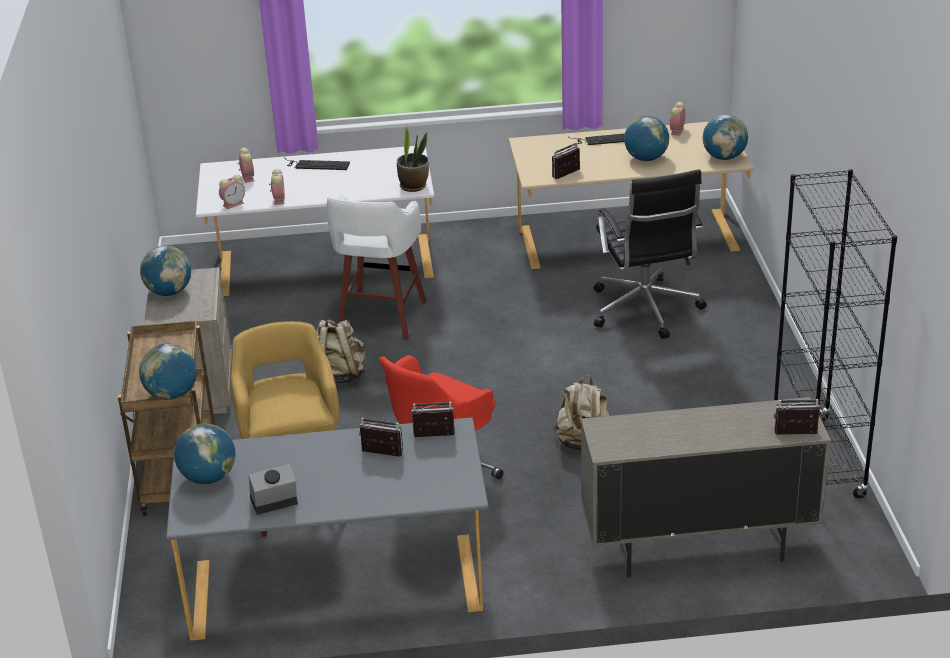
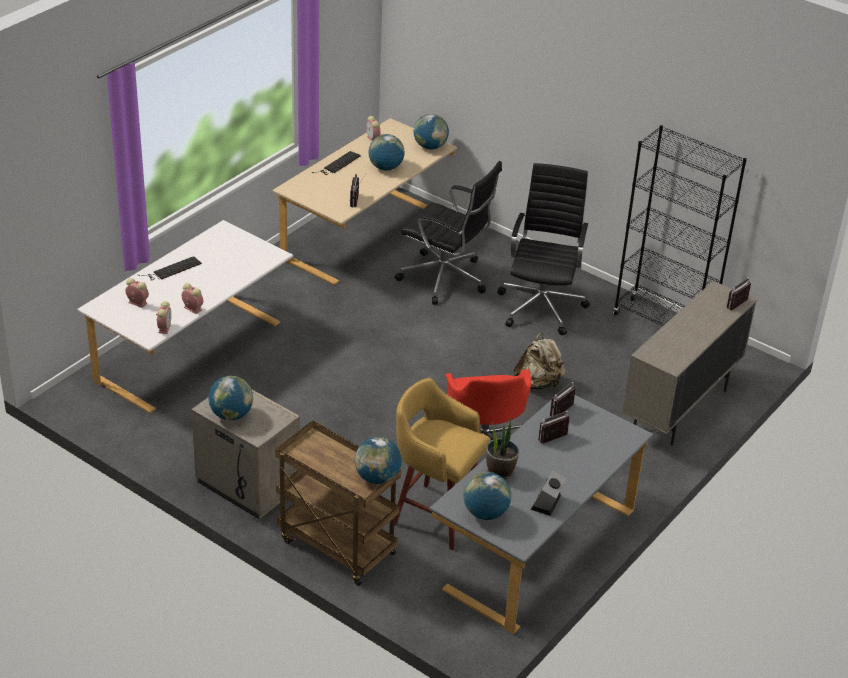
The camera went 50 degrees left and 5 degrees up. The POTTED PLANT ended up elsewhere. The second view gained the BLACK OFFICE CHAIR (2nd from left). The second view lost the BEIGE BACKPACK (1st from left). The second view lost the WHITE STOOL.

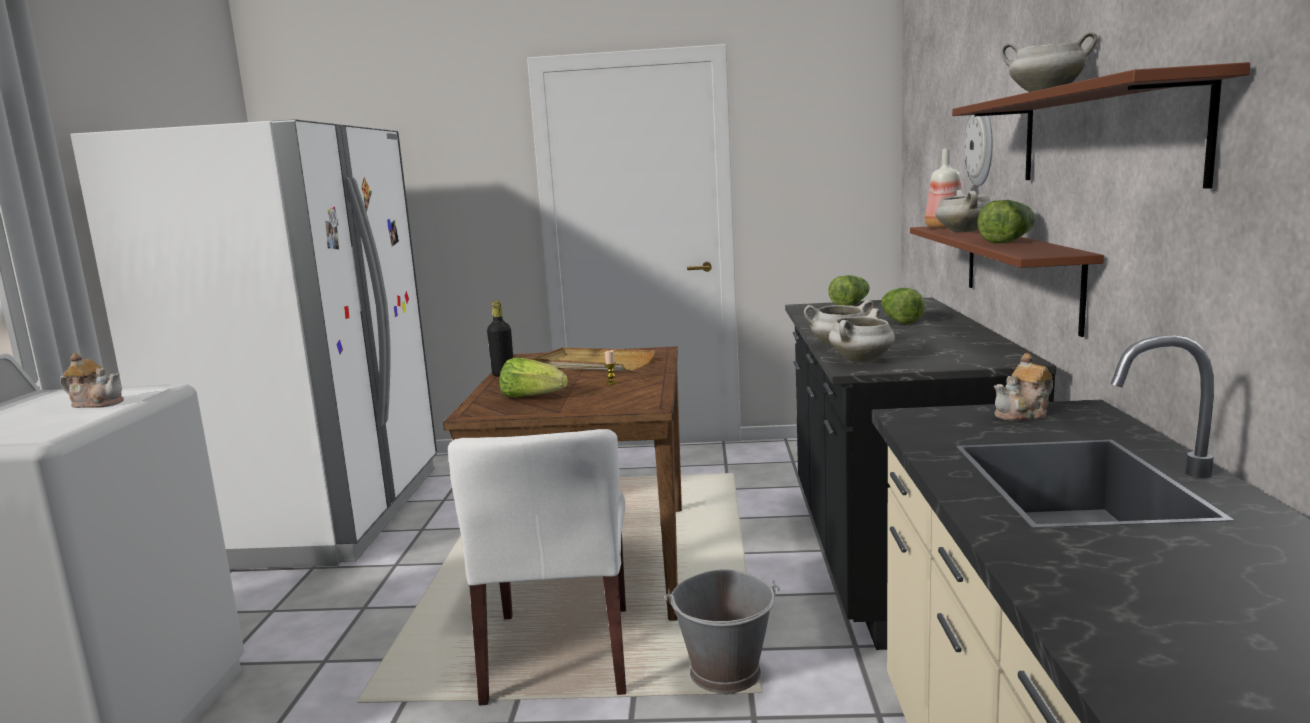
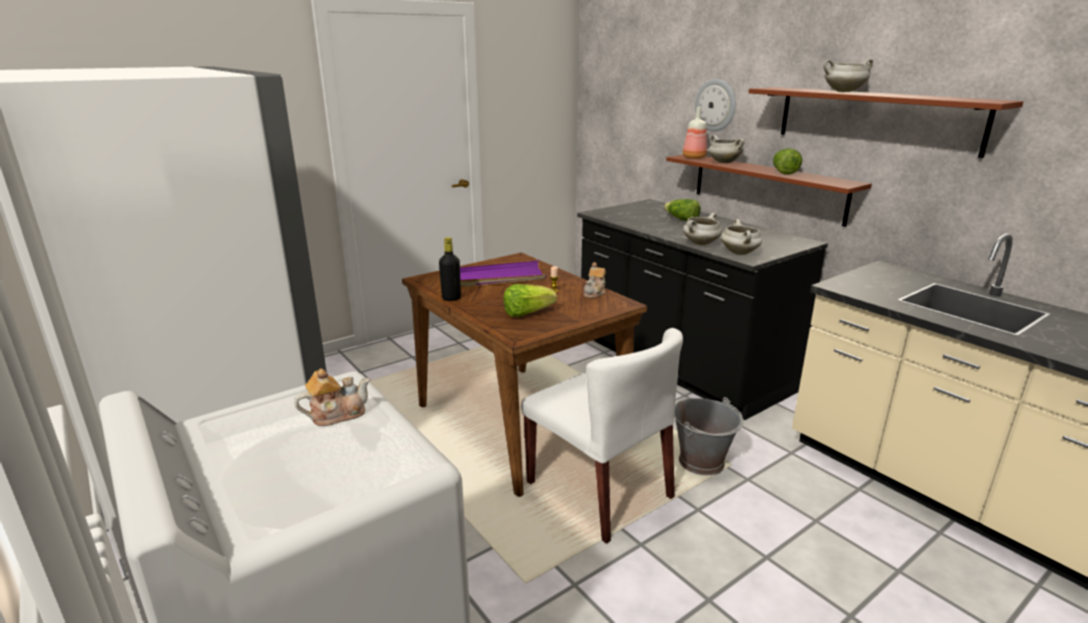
The camera went 40 degrees left and 10 degrees up. What was the BEIGE TRAY turned into the PURPLE TRAY. The TEAPOT (2nd from left) ended up elsewhere. The second view lost the LETTUCE (2nd from left).

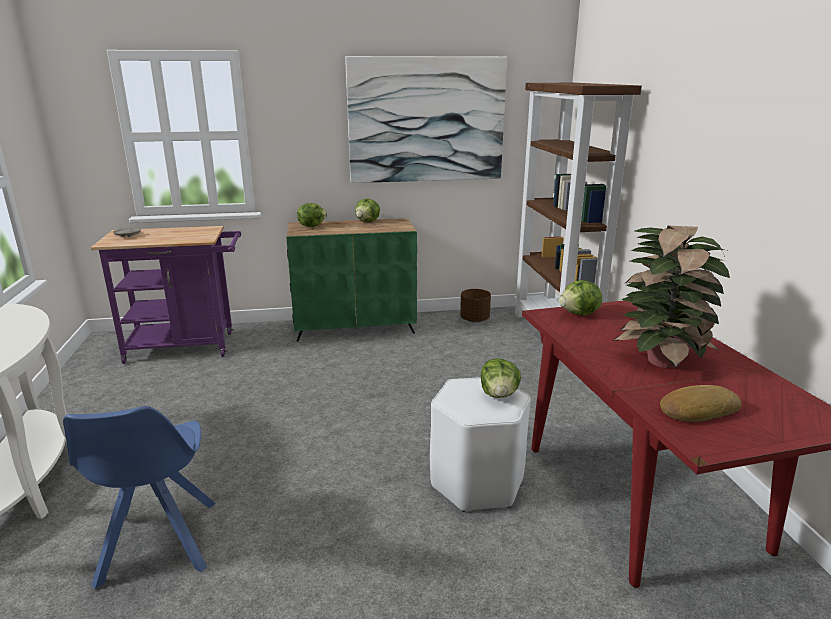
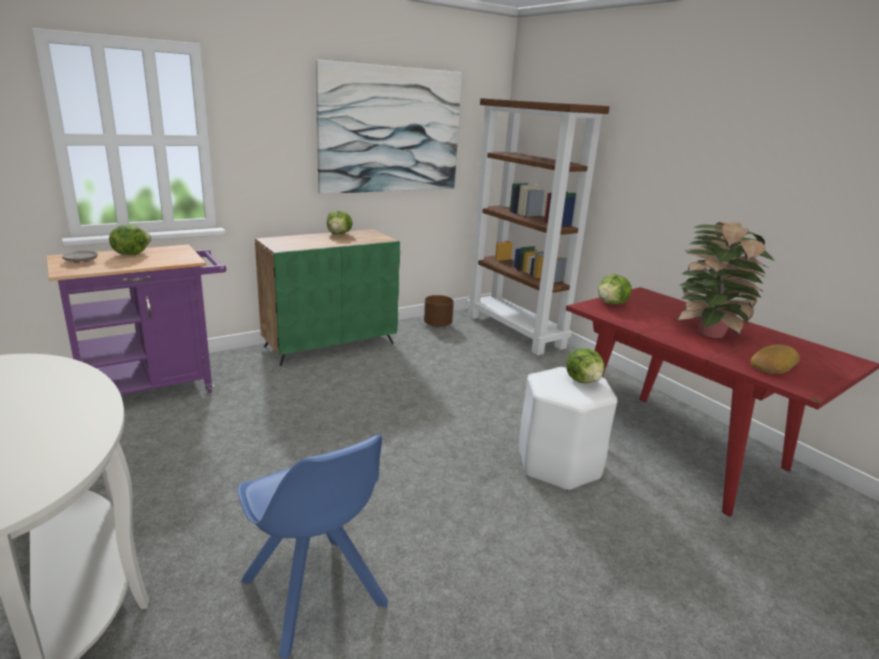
The camera went 25 degrees left and 0 degrees up. The LETTUCE (1st from left) ended up elsewhere.

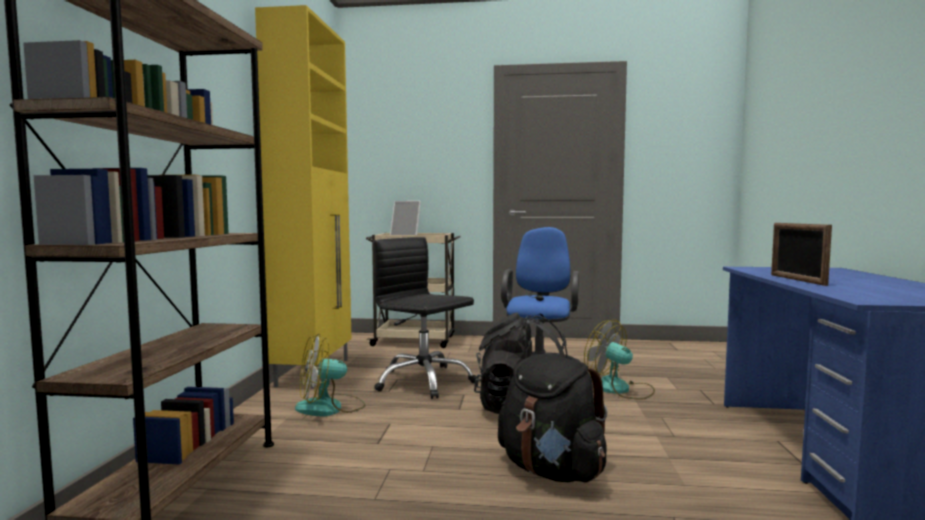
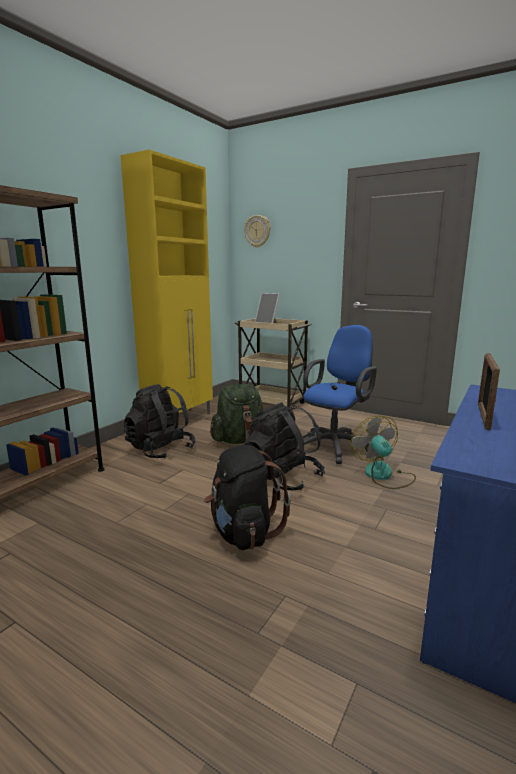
The camera went 25 degrees right and 10 degrees up. Where the FAN (1st from left) stood, the BLACK BACKPACK (1st from left) came to stand. Where the BLACK OFFICE CHAIR stood, the GREEN BACKPACK came to stand. The second view gained the WALL CLOCK.

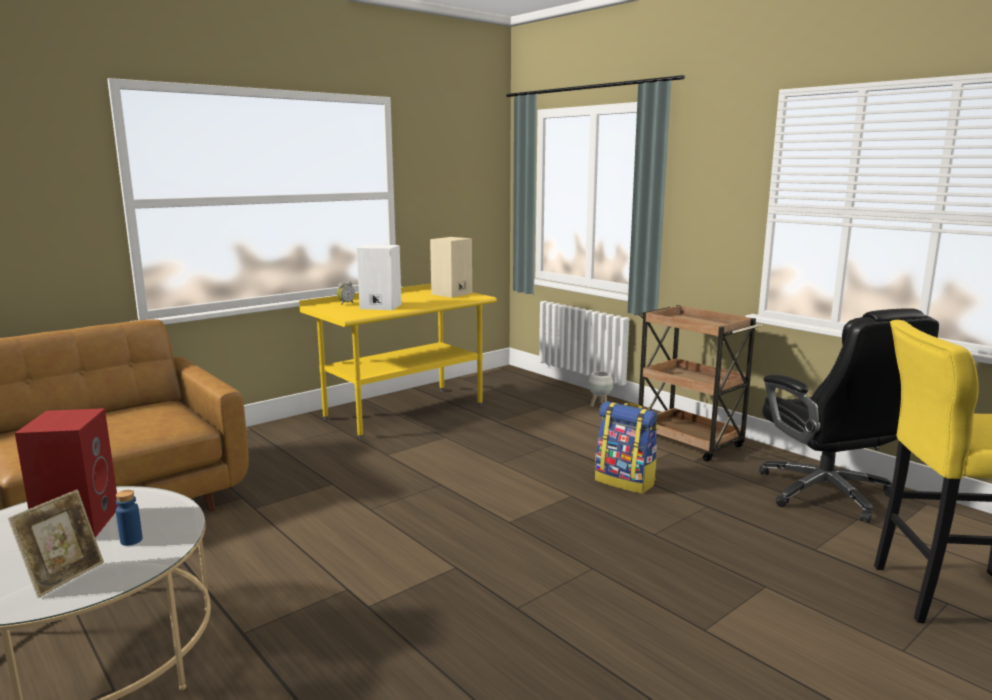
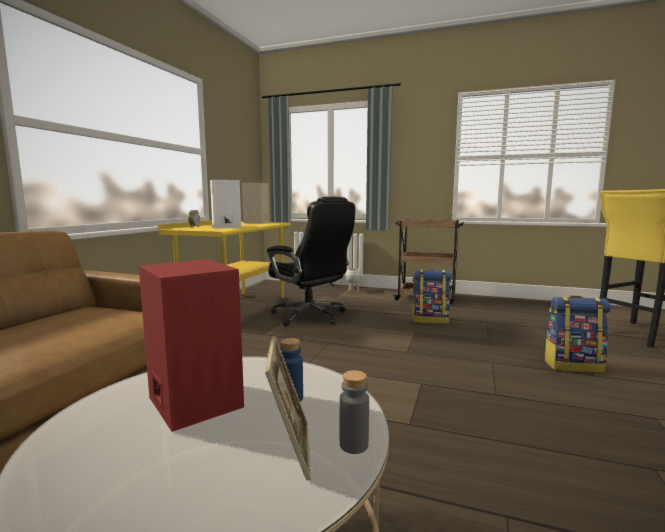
The camera went 30 degrees left and 5 degrees down. The BLACK OFFICE CHAIR ended up elsewhere. The second view gained the GREY BOTTLE. The second view gained the BACKPACK (2nd from left).

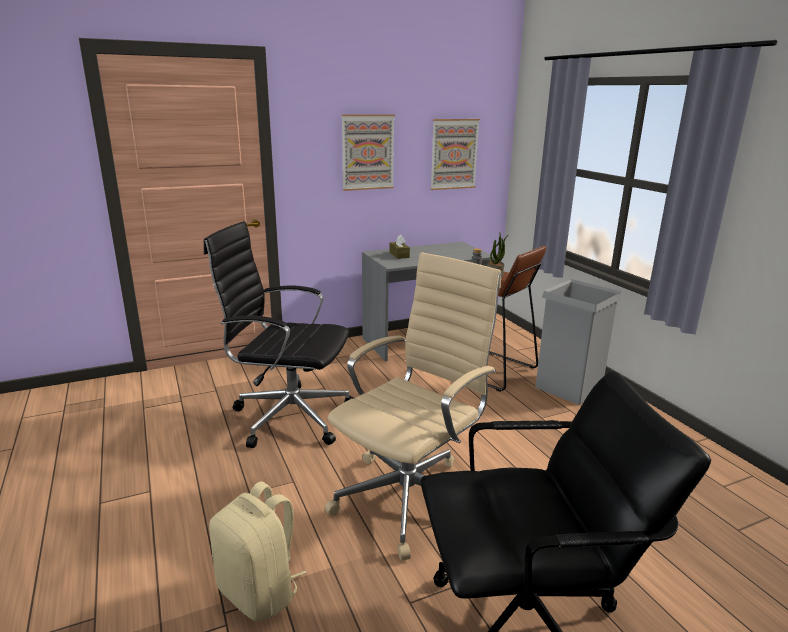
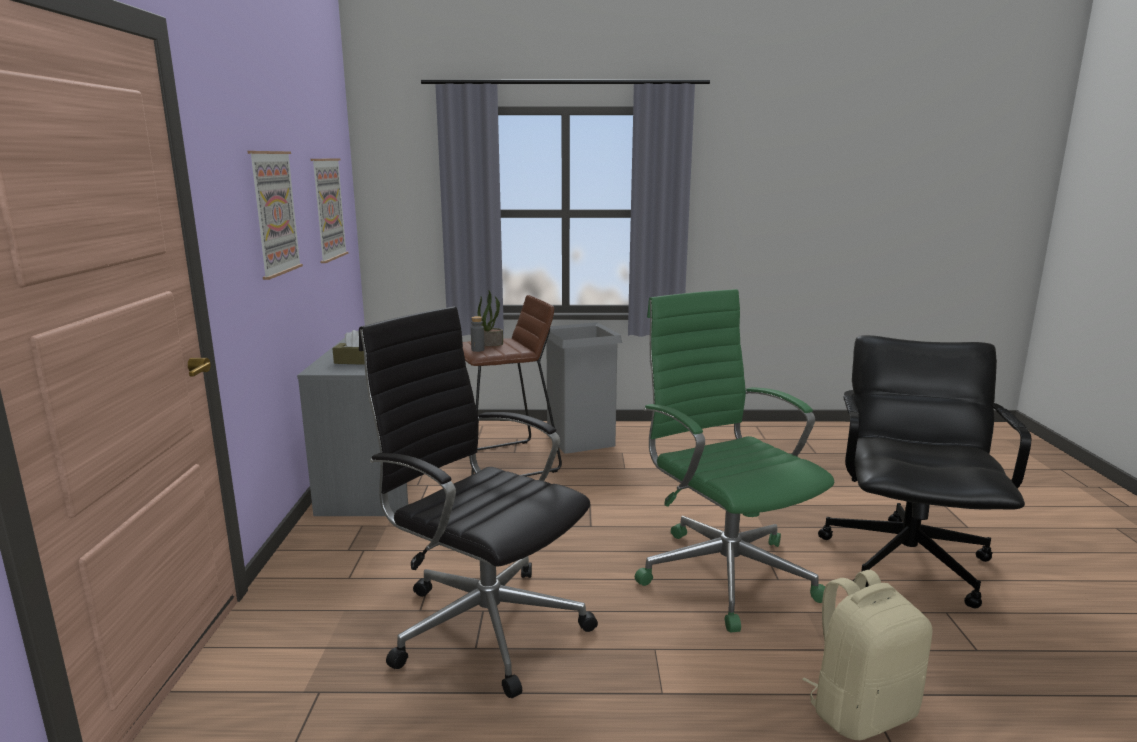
The camera went 65 degrees left and 5 degrees down. The BLACK OFFICE CHAIR (1st from left) ended up facing another way, 90 degrees clockwise from before. What was the BEIGE OFFICE CHAIR turned into the GREEN OFFICE CHAIR.

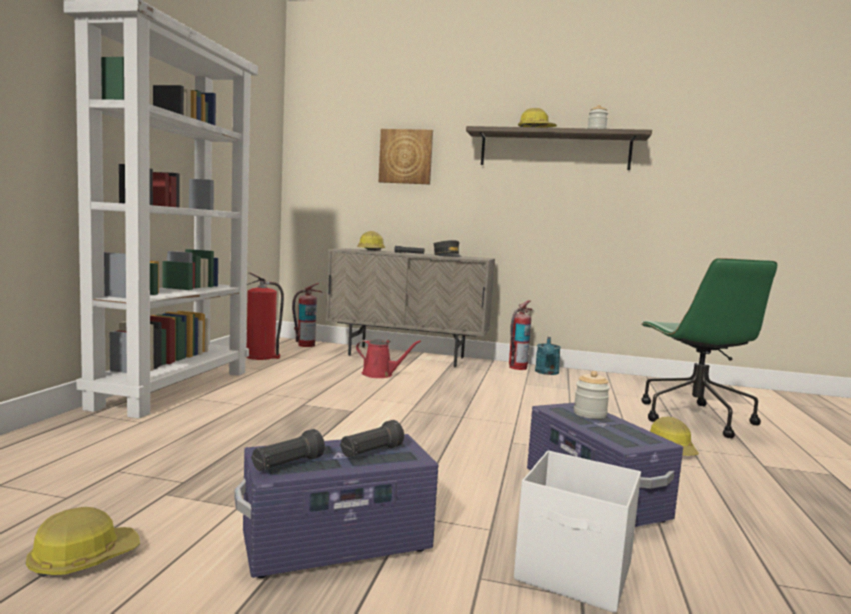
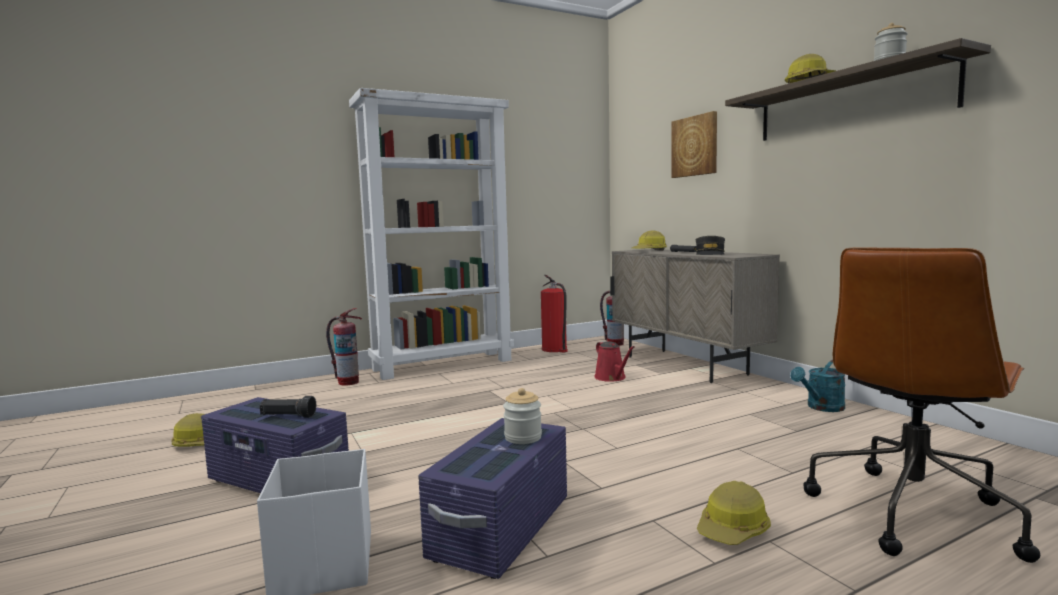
The camera went 50 degrees right and 0 degrees up. The FIRE EXTINGUISHER (3rd from left in the first image) ended up elsewhere. What was the GREEN OFFICE CHAIR turned into the BROWN OFFICE CHAIR. The second view lost the BLACK FLASHLIGHT (1st from left).

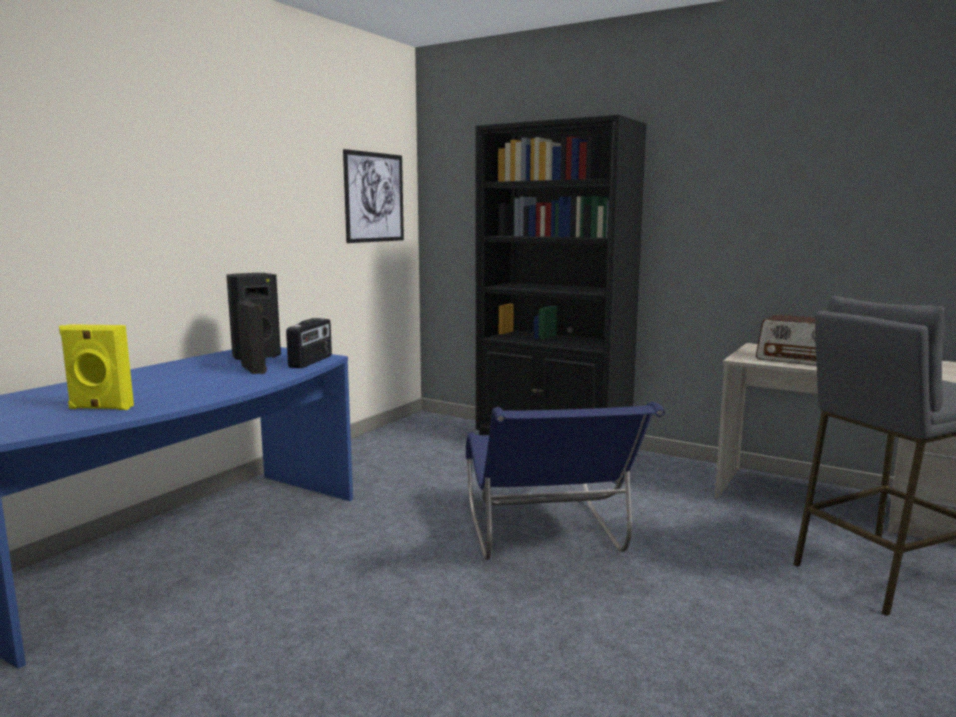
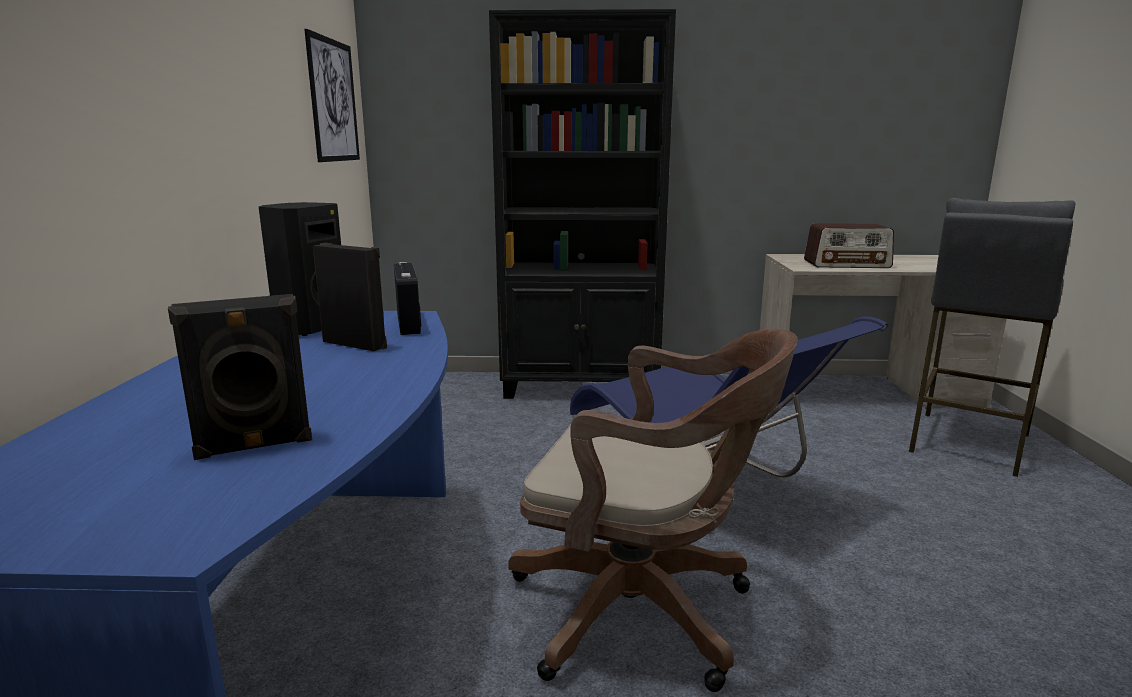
The camera went 30 degrees left and 5 degrees up. What was the YELLOW SPEAKER turned into the BLACK SPEAKER (1st from left). The second view gained the BROWN OFFICE CHAIR.

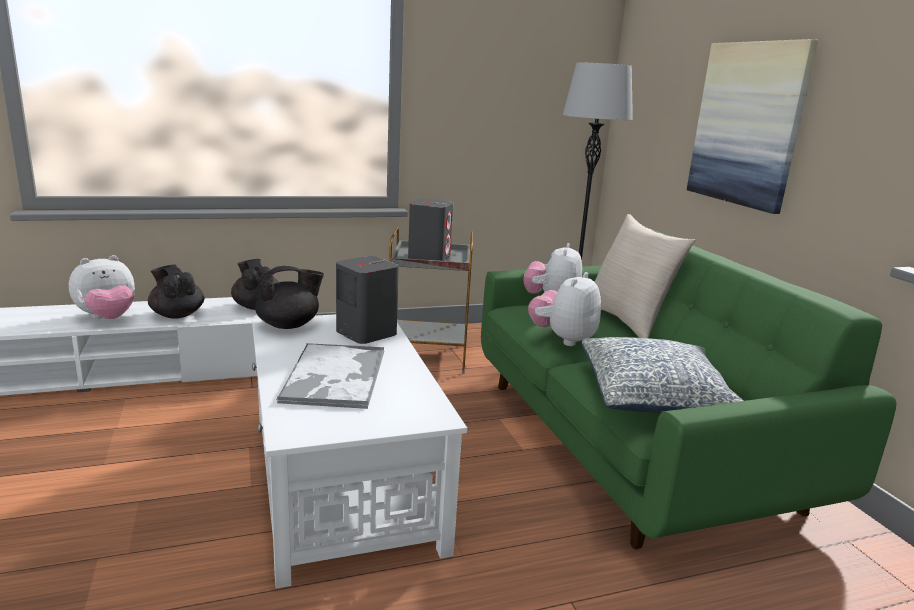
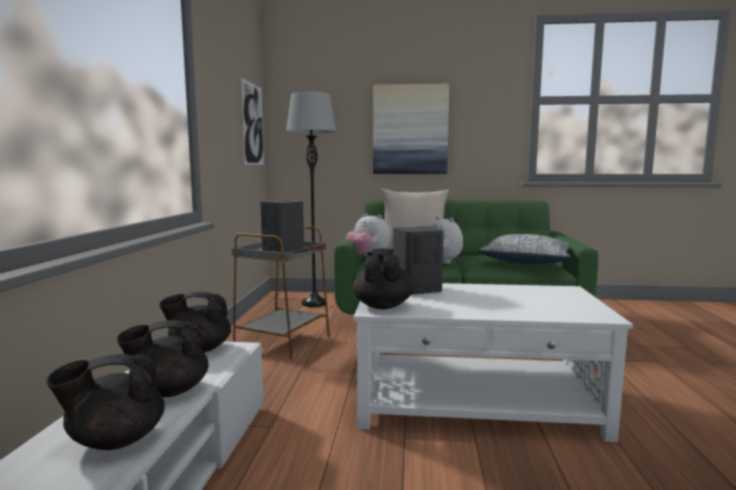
The camera went 65 degrees left and 10 degrees down. Where the PLUSH TOY (1st from left) stood, the BLACK TEAPOT (1st from left) came to stand. The second view gained the PICTURE (1st from left). The second view lost the TRAY.

